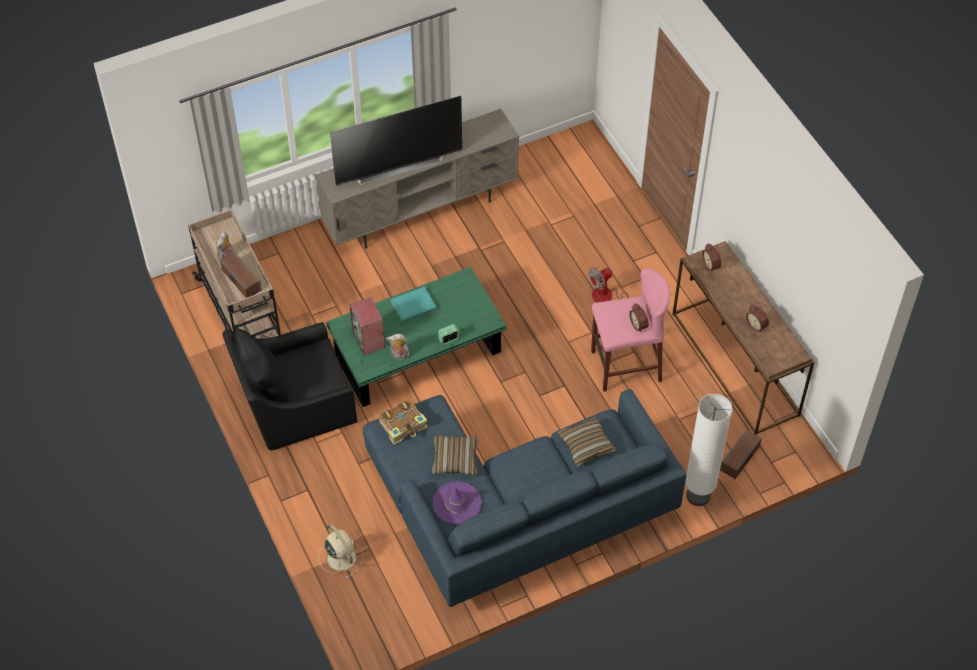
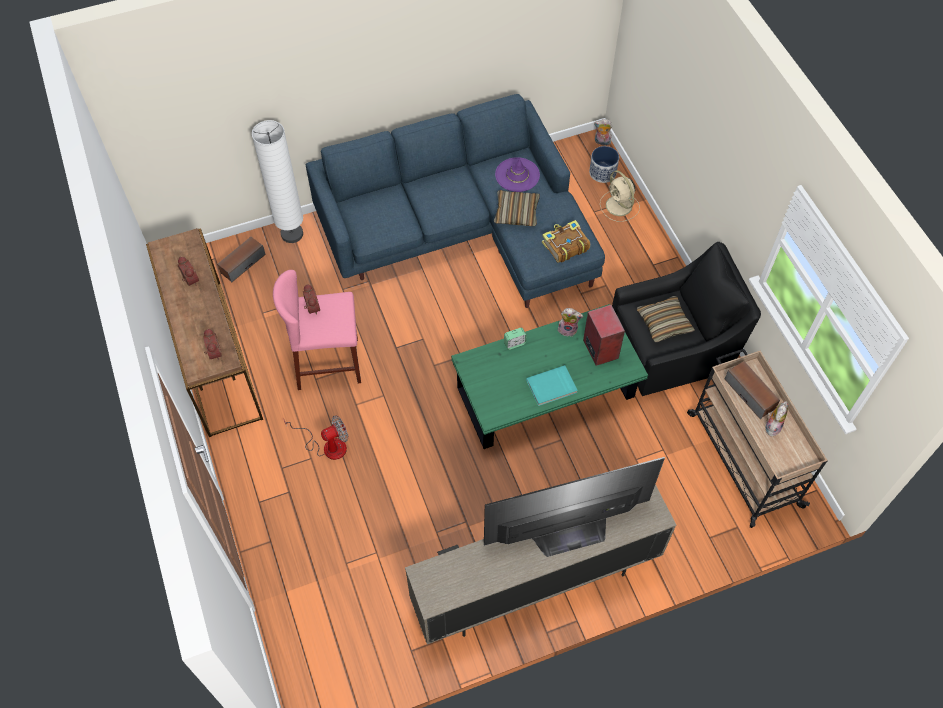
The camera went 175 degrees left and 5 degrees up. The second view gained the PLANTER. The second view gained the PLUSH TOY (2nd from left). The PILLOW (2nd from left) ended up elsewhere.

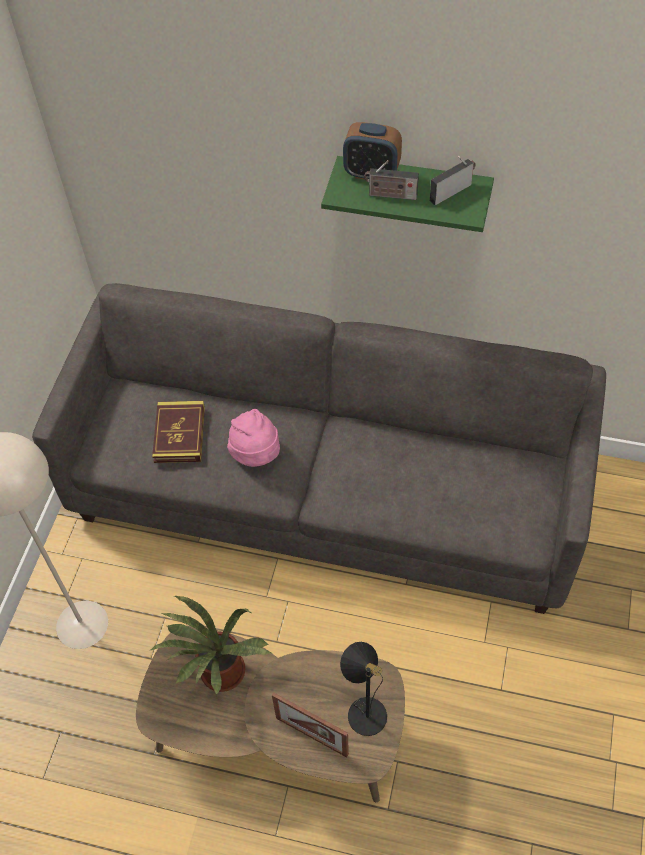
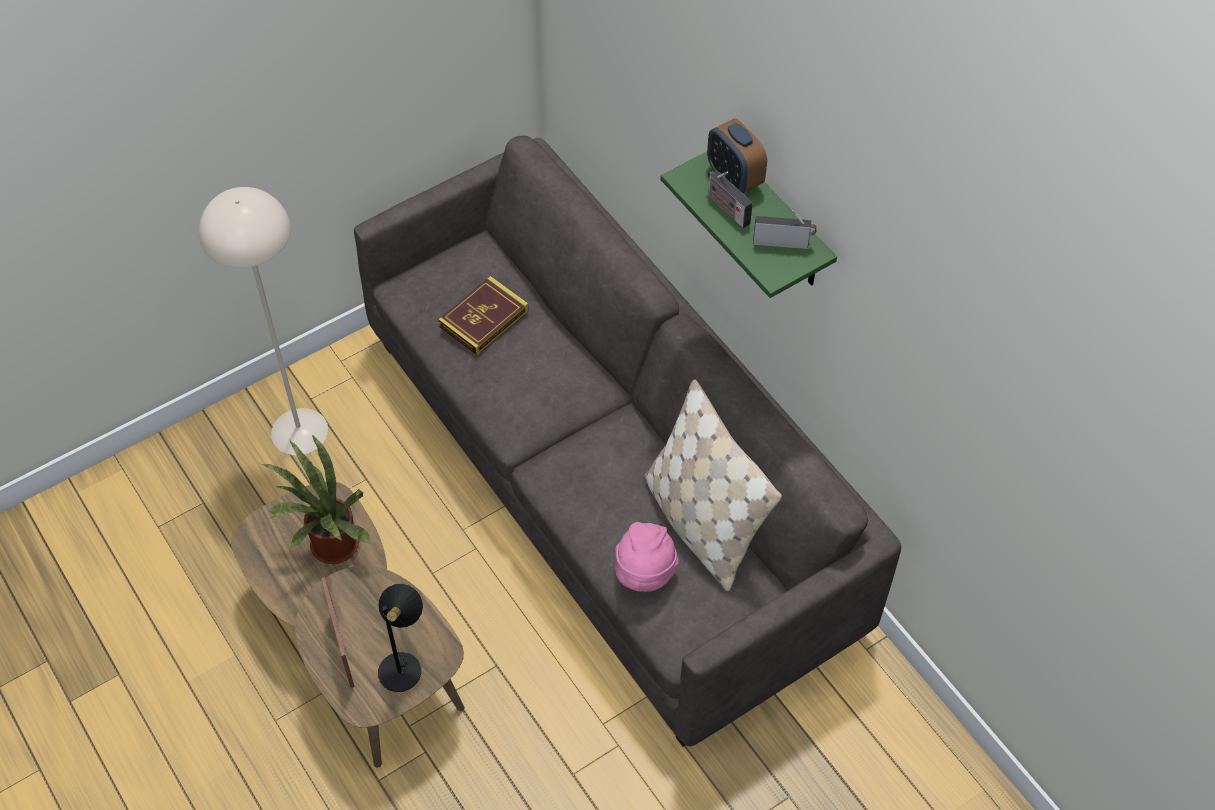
The camera went 40 degrees right and 0 degrees up. The PINK HAT ended up elsewhere. The second view gained the BEIGE PILLOW.

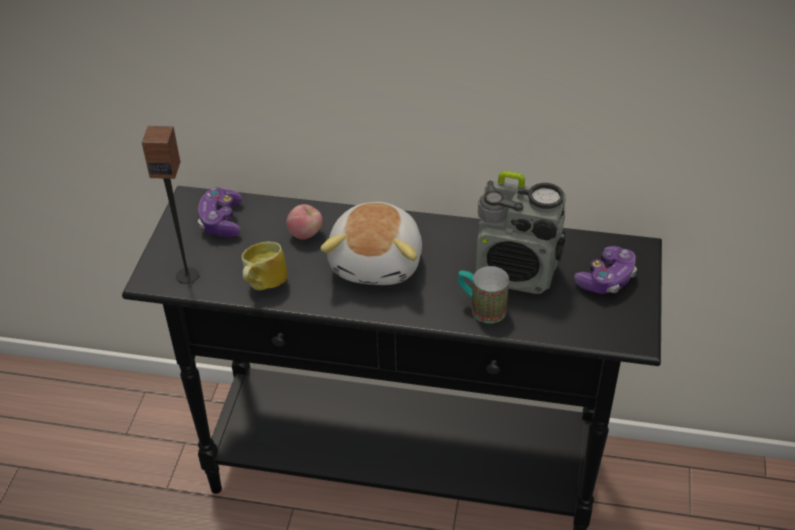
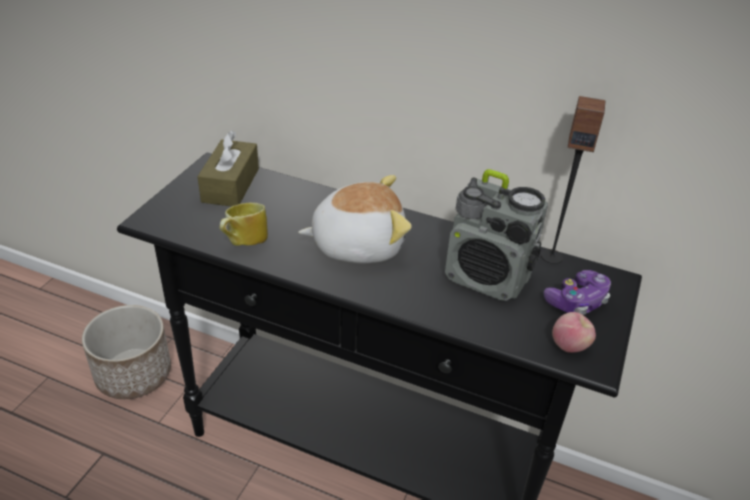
The camera went 10 degrees right and 5 degrees down. The second view gained the PLANTER. Where the GAME CONTROLLER (1st from left) stood, the BROWN TISSUE BOX came to stand. The PLUSH TOY ended up facing another way, 120 degrees counterclockwise from before. The SPEAKER ended up elsewhere. The APPLE ended up elsewhere. The second view lost the MUG (2nd from left).

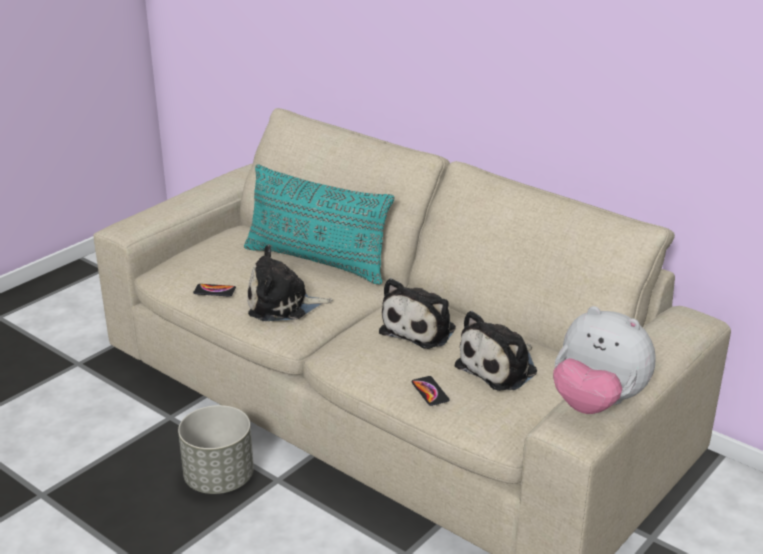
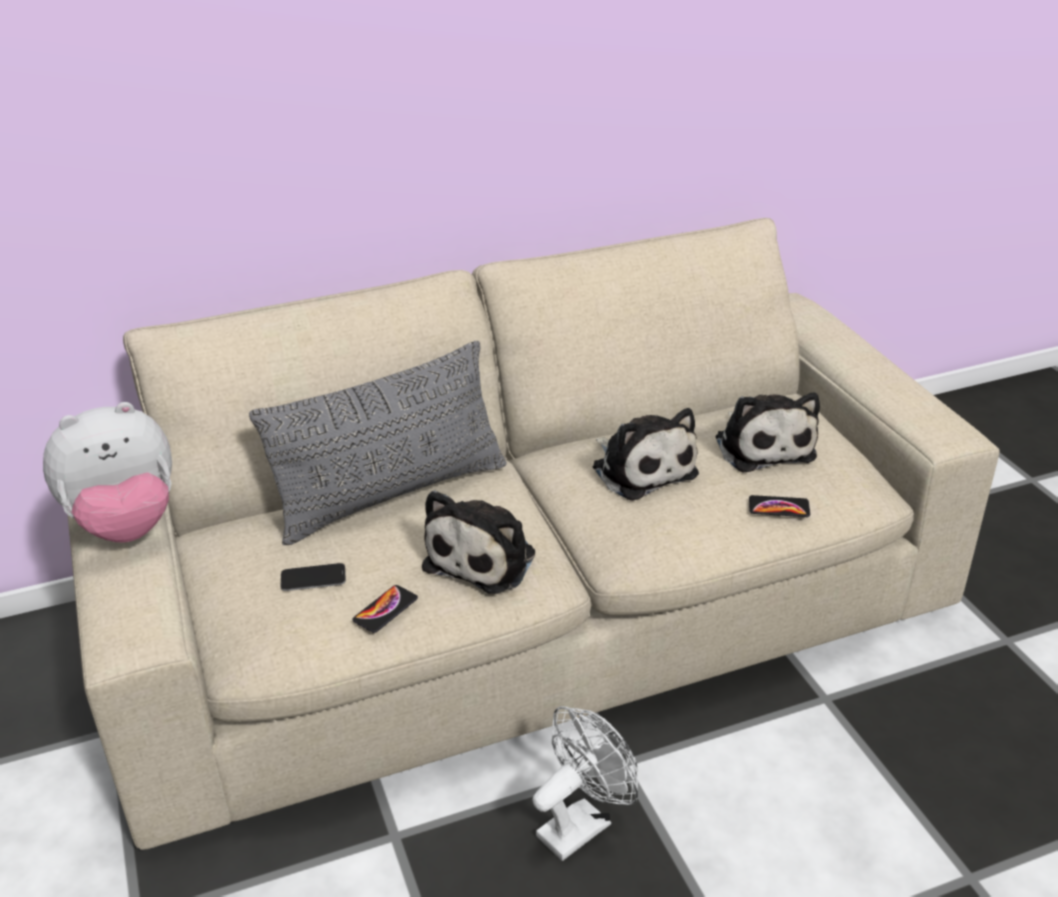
The camera went 60 degrees left and 5 degrees up. The PLUSH TOY (4th from left in the first image) ended up elsewhere. What was the TURQUOISE PILLOW turned into the GREY PILLOW. The second view gained the PHONE (1st from left). Where the GREY PLANTER stood, the WHITE FAN came to stand.

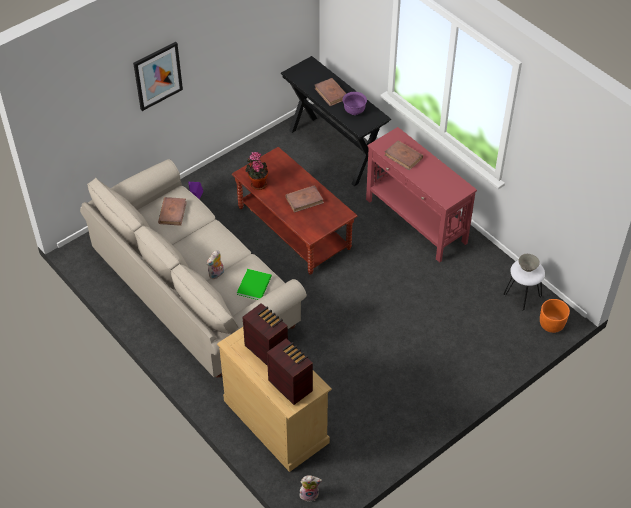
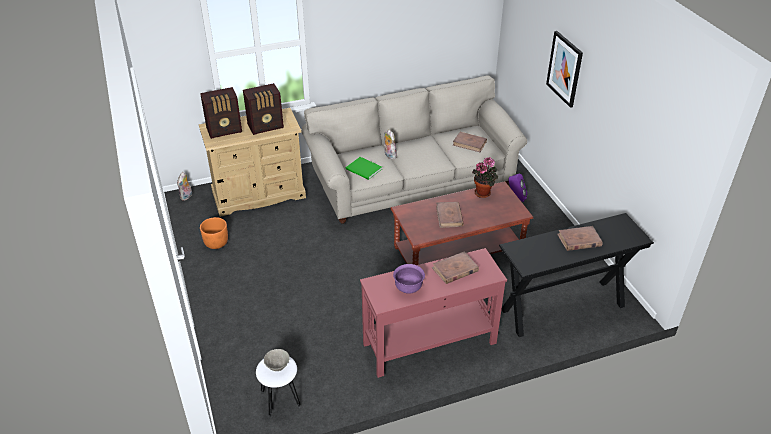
The camera went 110 degrees right and 10 degrees down. The ORANGE PLANTER ended up elsewhere. The PURPLE BOWL ended up elsewhere.

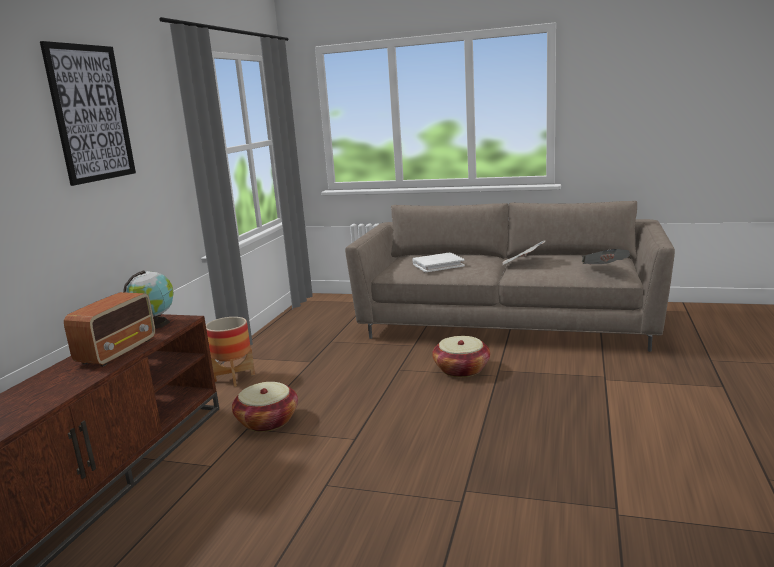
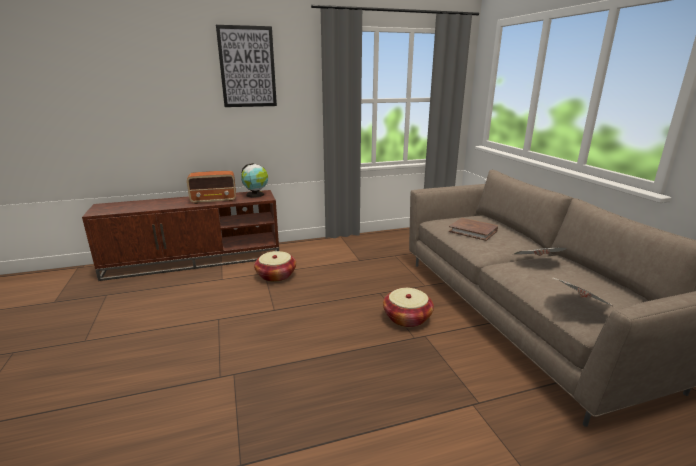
The camera went 55 degrees right and 5 degrees up. What was the WHITE BOOK turned into the BROWN BOOK. The second view lost the PLANTER.

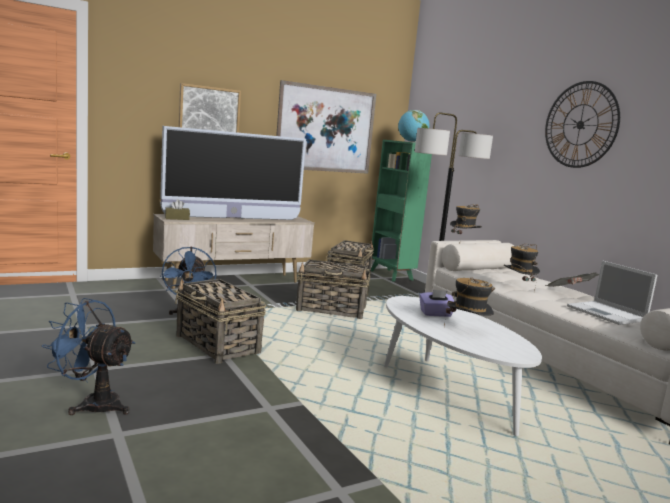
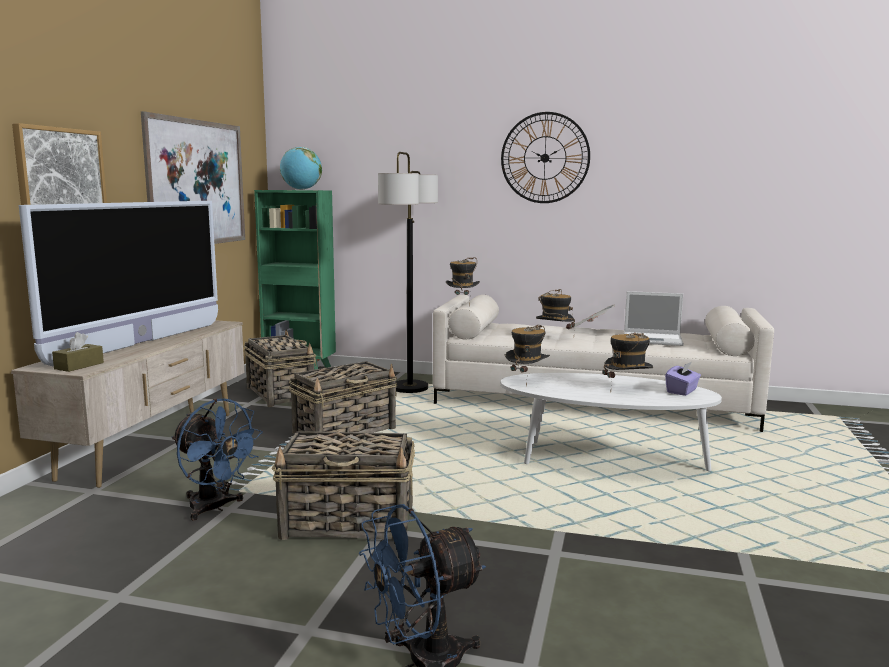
The camera went 45 degrees left and 0 degrees up. The second view gained the HAT (2nd from left). The PURPLE TISSUE BOX ended up elsewhere.

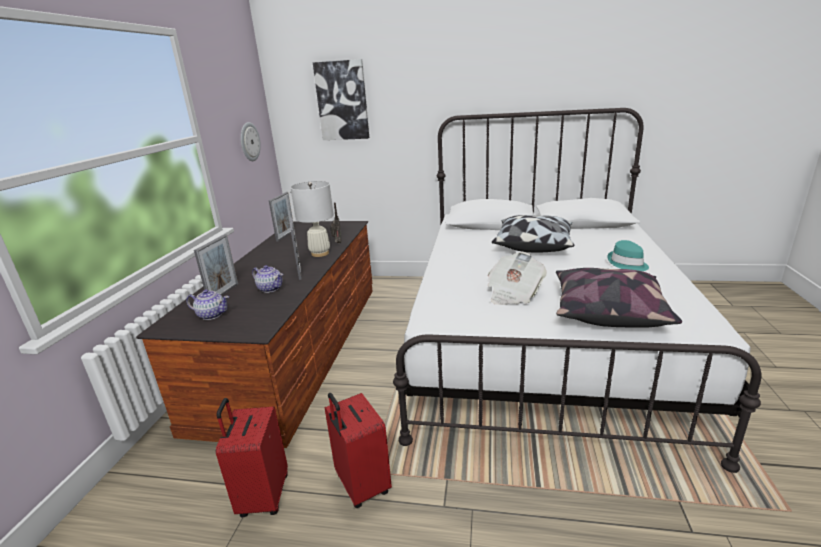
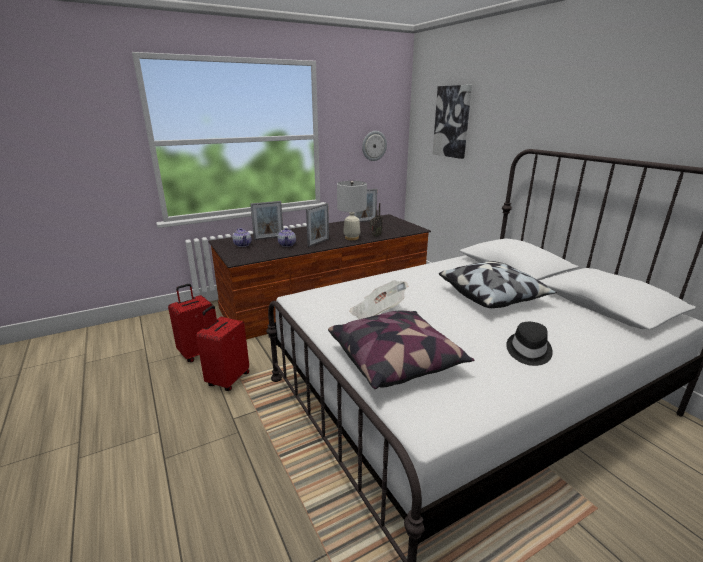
The camera went 50 degrees right and 0 degrees up. What was the TURQUOISE HAT turned into the BLACK HAT.

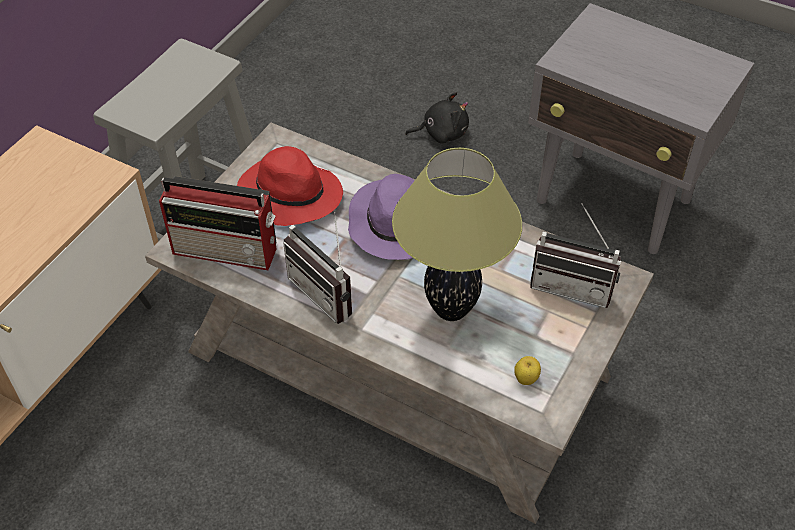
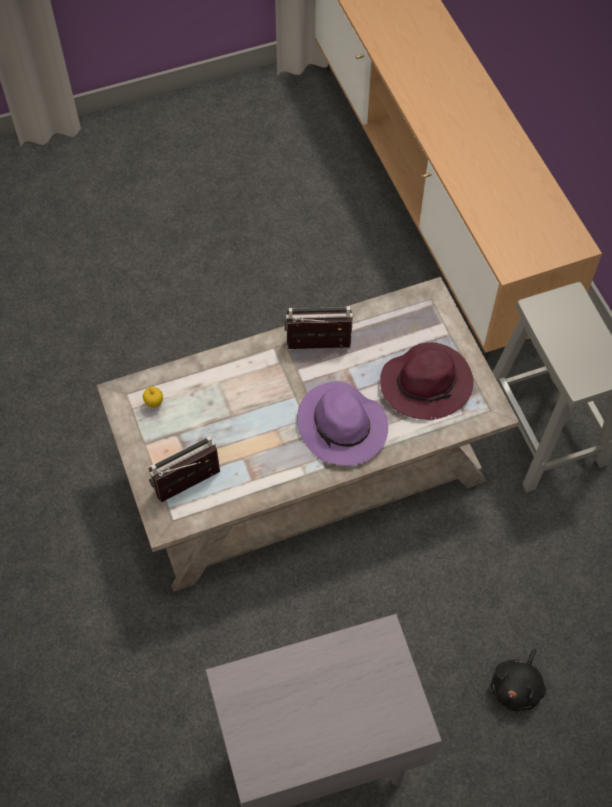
The camera went 130 degrees right and 10 degrees up. What was the RED HAT turned into the PURPLE HAT (2nd from left). The second view lost the RADIO (1st from left). The second view lost the TABLE LAMP.

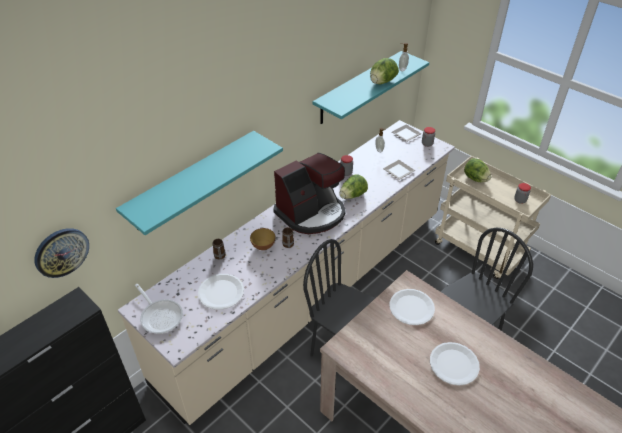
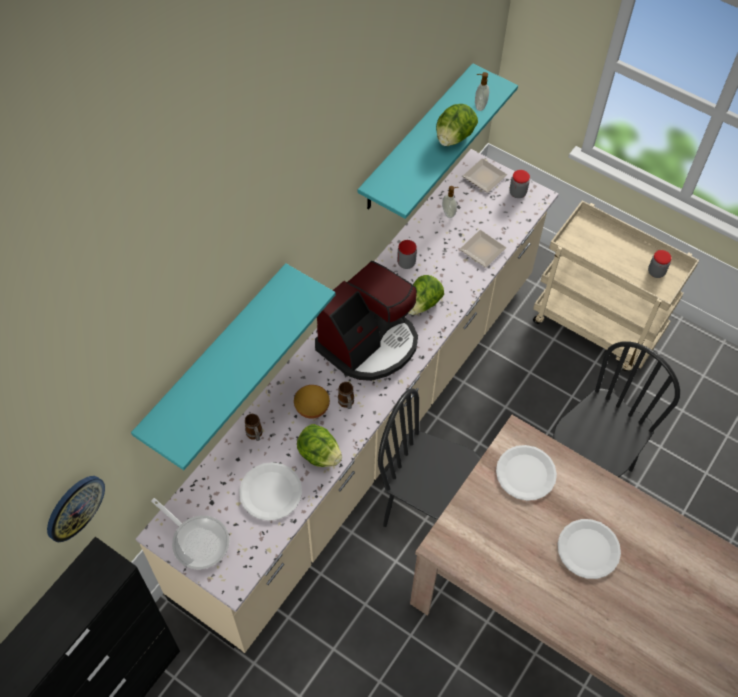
The camera went 10 degrees left and 15 degrees up. The LETTUCE (3rd from left in the first image) ended up elsewhere.

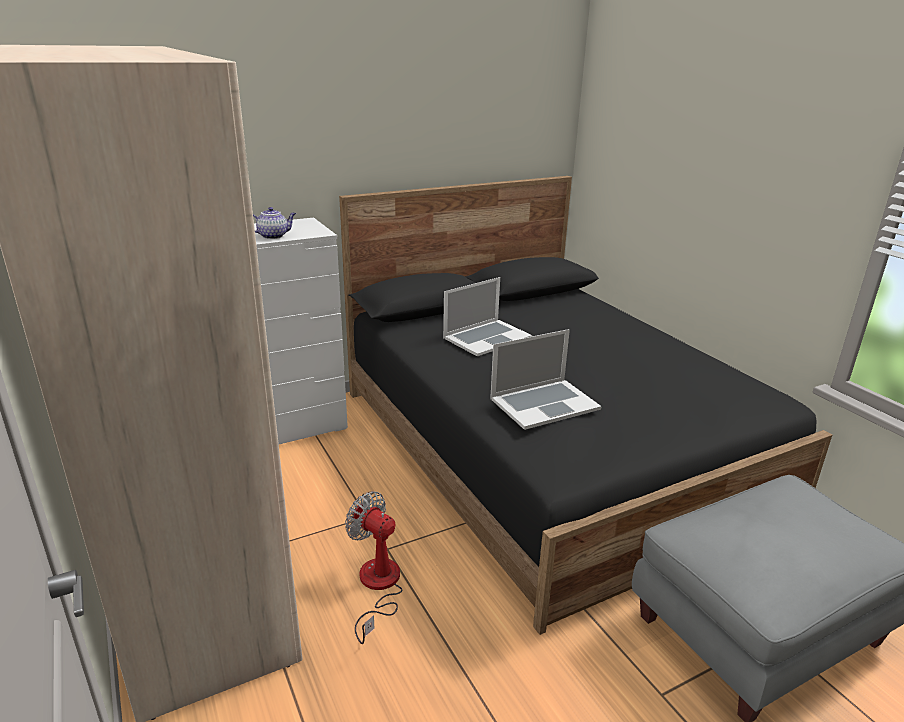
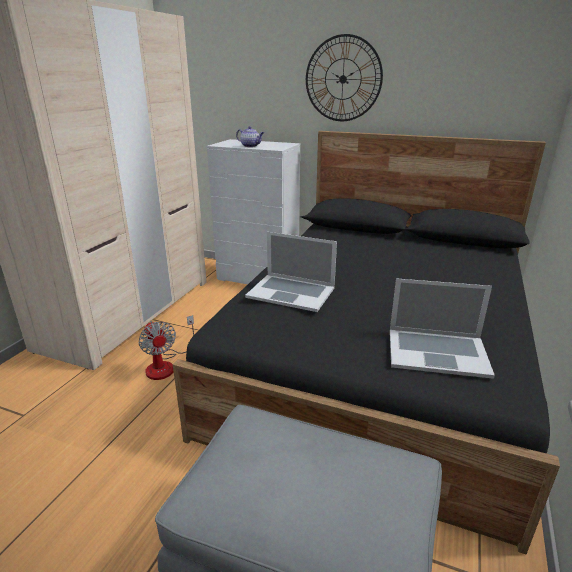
The camera went 50 degrees right and 0 degrees up. The FAN ended up facing another way, 150 degrees clockwise from before. The second view gained the WALL CLOCK. The LAPTOP (1st from left in the first image) ended up elsewhere.

